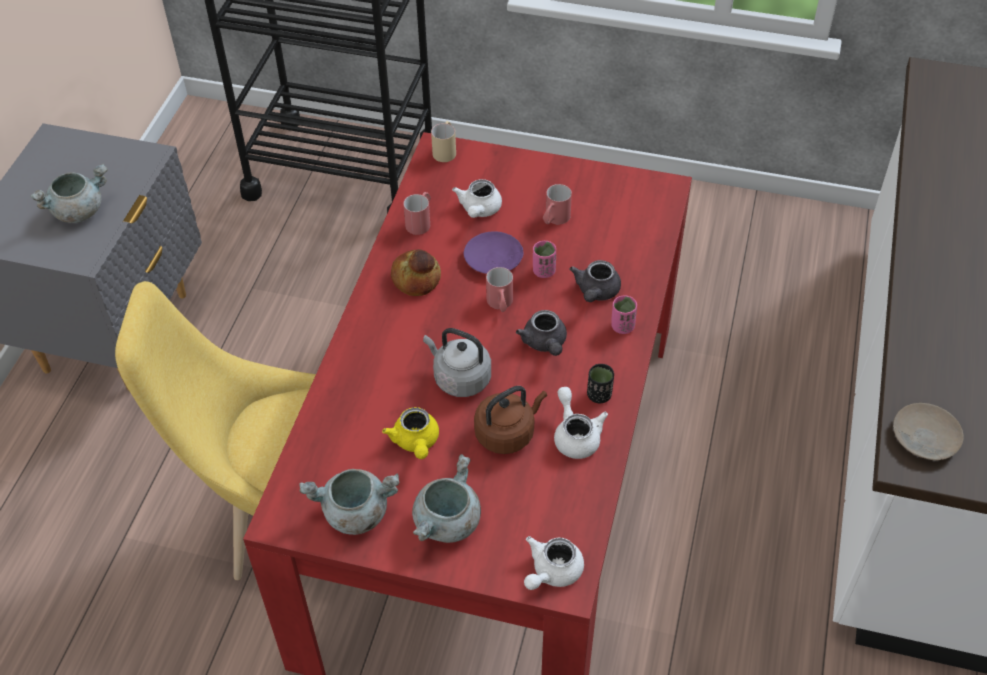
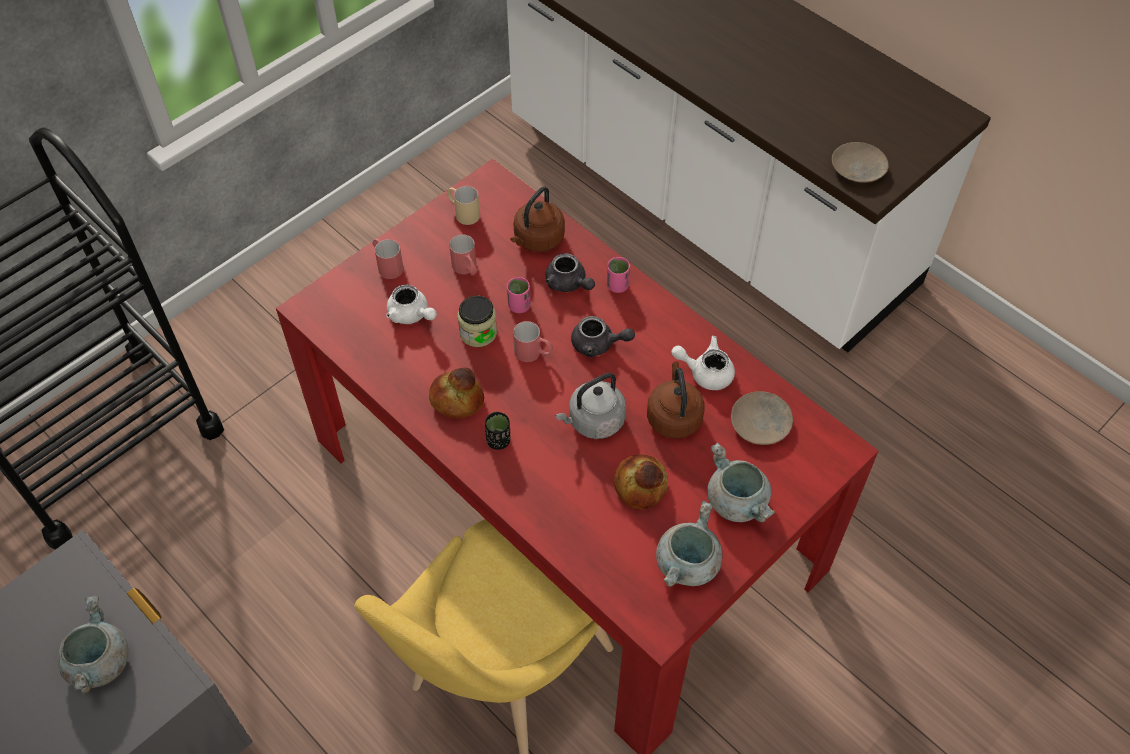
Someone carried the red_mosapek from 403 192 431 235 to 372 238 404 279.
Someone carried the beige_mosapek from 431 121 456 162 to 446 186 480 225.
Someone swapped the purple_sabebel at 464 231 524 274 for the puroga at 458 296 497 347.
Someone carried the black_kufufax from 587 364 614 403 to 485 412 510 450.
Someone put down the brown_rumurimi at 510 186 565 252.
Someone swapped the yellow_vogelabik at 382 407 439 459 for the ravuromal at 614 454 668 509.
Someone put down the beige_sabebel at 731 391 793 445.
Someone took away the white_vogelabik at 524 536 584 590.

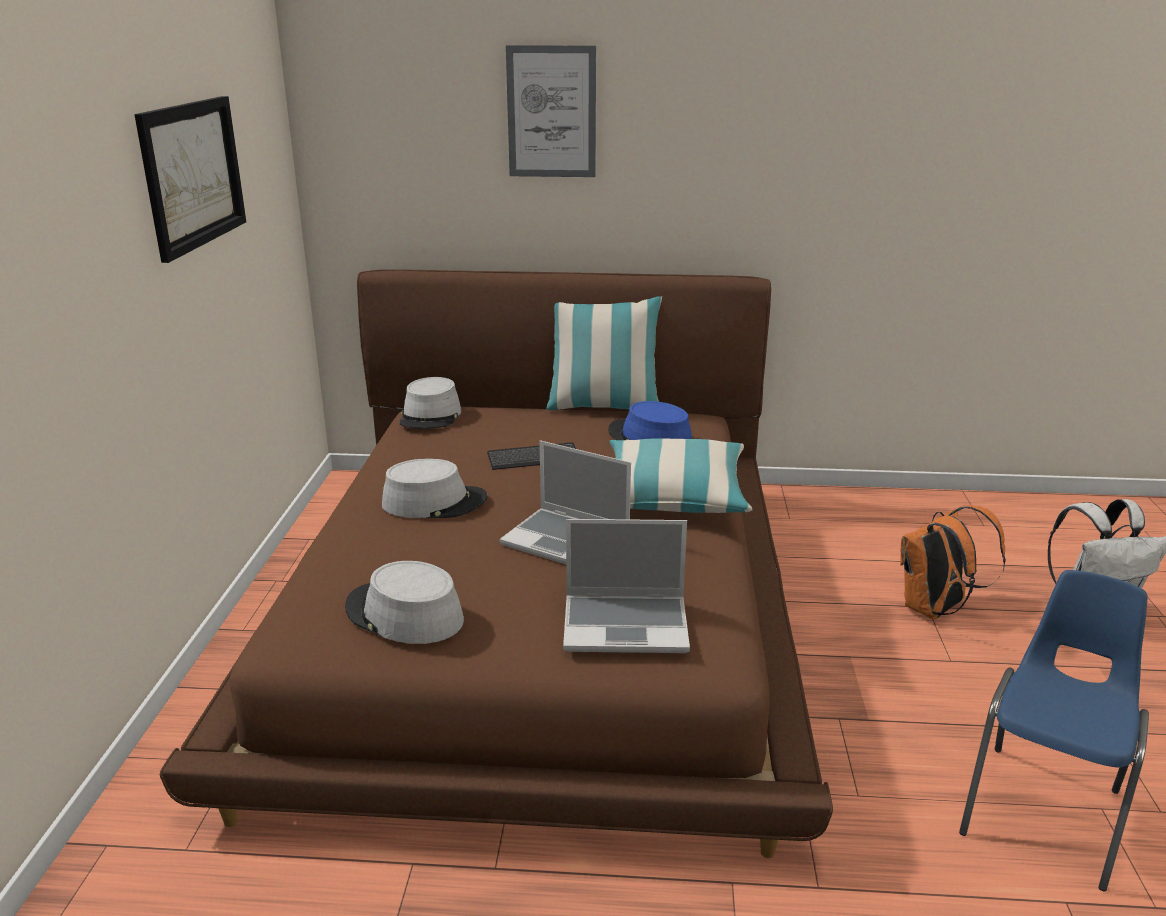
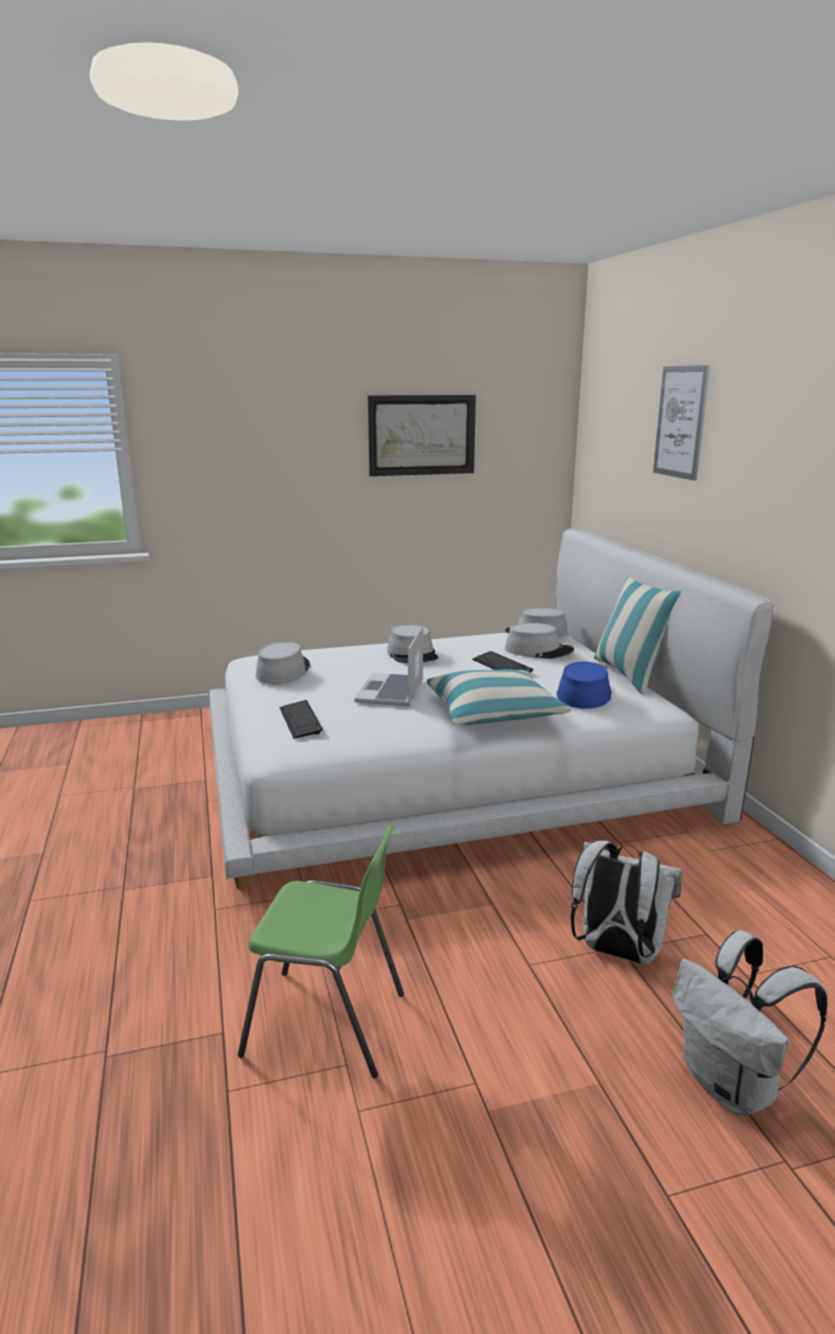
Someone repainted the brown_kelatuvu at 160 270 833 858, which became the white_kelatuvu at 208 529 773 889.
Someone repainted the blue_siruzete at 959 570 1149 892, which became the green_siruzete at 238 825 404 1078.
Someone swapped the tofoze at 563 519 690 653 for the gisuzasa at 280 700 323 739.
Someone put down the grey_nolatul at 505 623 574 658.
Someone repainted the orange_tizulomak at 900 505 1006 619, which became the white_tizulomak at 571 841 683 964.

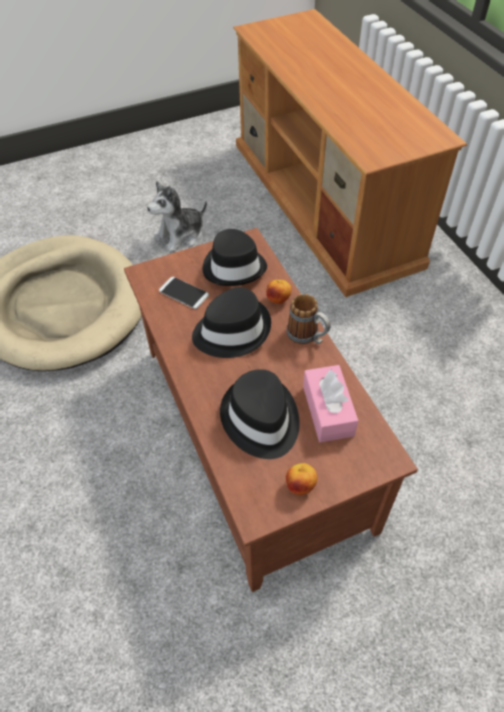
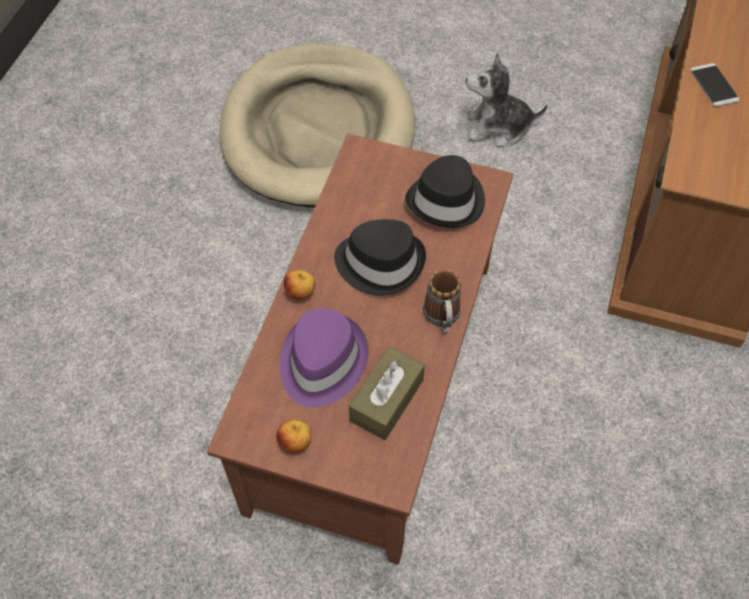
Someone repainted the black_nolatul at 220 369 300 459, which became the purple_nolatul at 280 308 369 408.
Someone carried the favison from 266 280 292 304 to 284 270 315 300.
Someone repainted the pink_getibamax at 303 365 358 442, which became the brown_getibamax at 349 346 425 440.
Someone carried the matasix from 159 277 209 309 to 690 63 739 107.

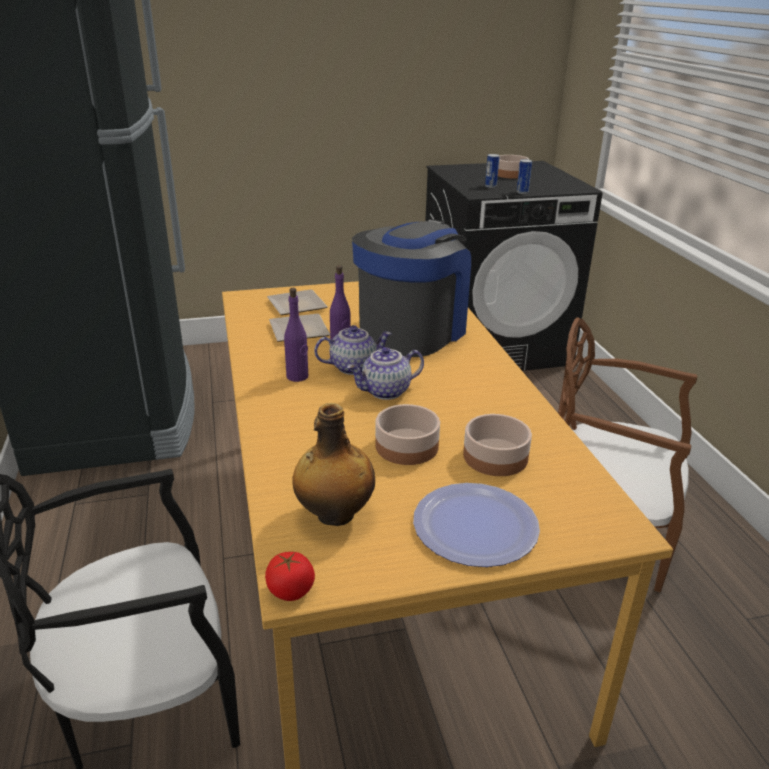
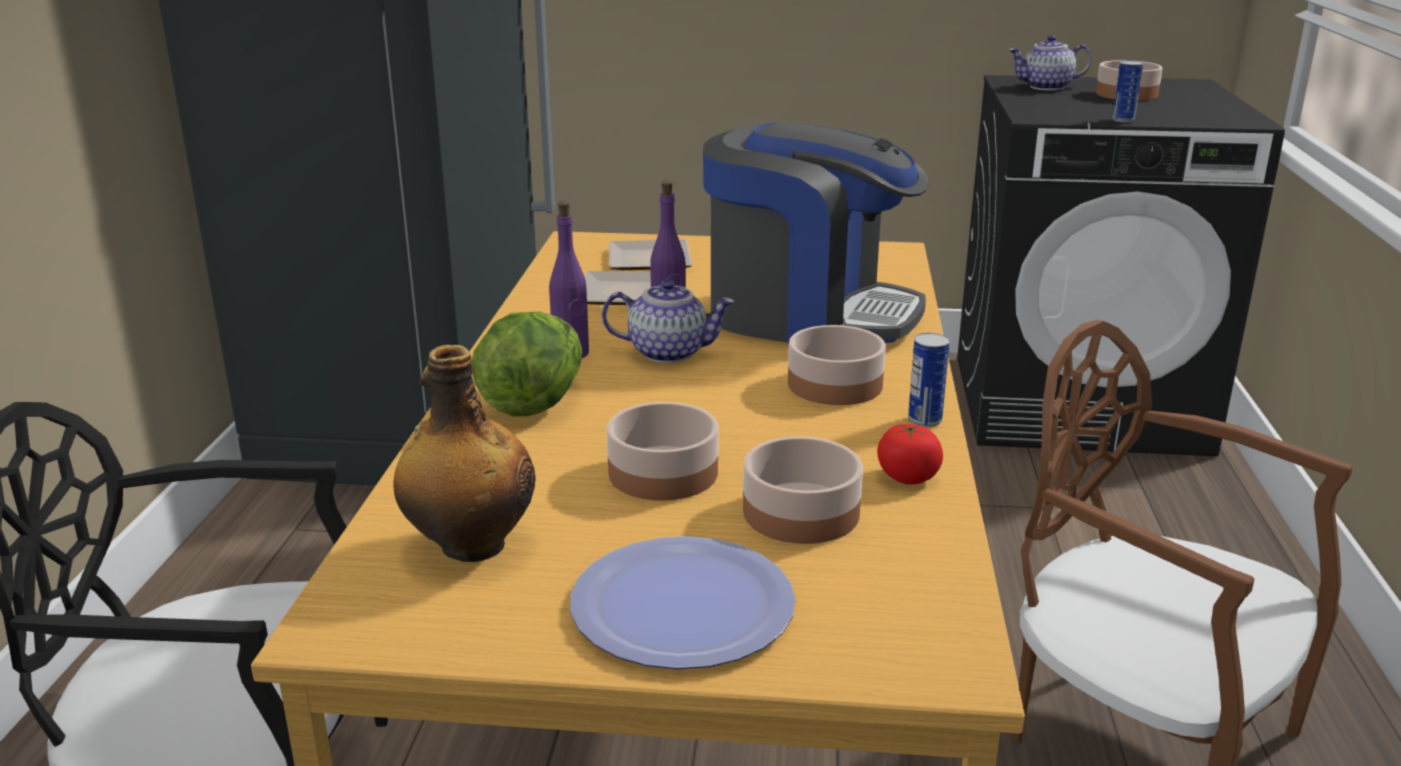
Someone put down the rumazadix at 471 312 582 417.
Someone rotated the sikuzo at 352 219 471 357 by 60 degrees clockwise.
Someone put down the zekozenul at 788 325 886 405.
Someone carried the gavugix from 265 552 315 601 to 877 424 943 485.
Someone carried the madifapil from 485 154 500 188 to 908 333 950 427.
Someone carried the vogelabik from 347 347 424 400 to 1009 35 1092 91.

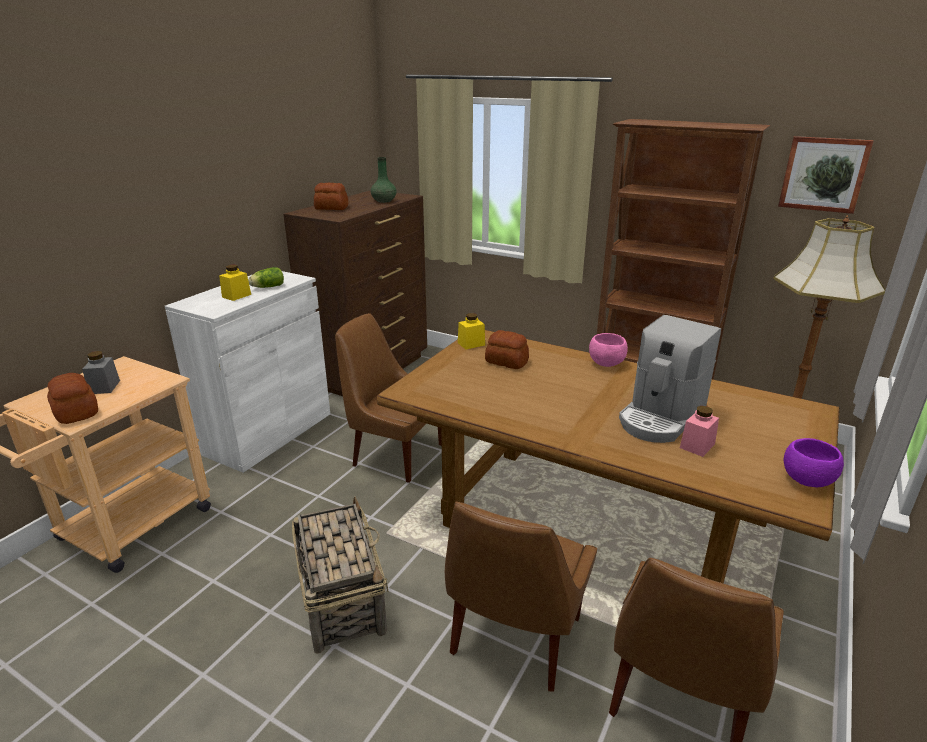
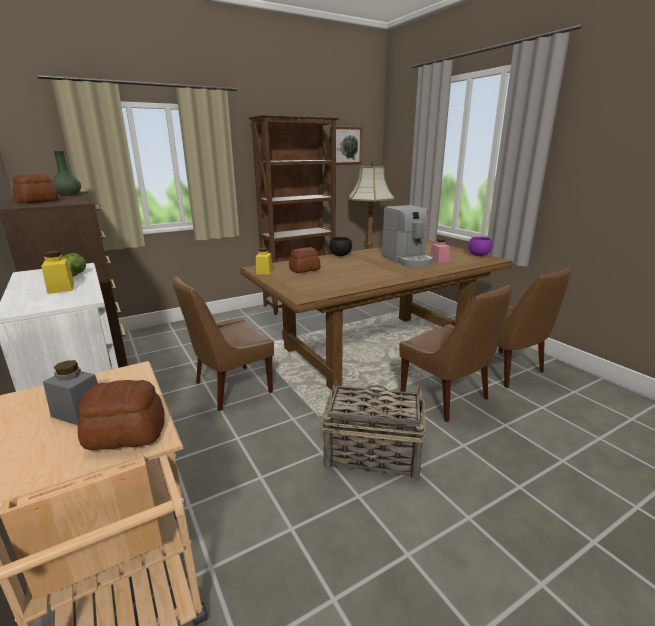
Someone repainted the pink_zekozenul at 589 333 628 367, which became the black_zekozenul at 329 237 352 256.

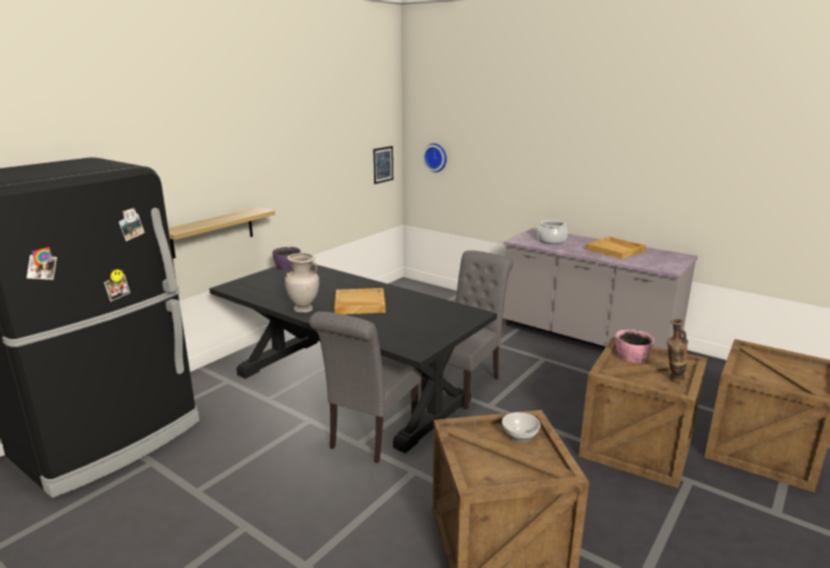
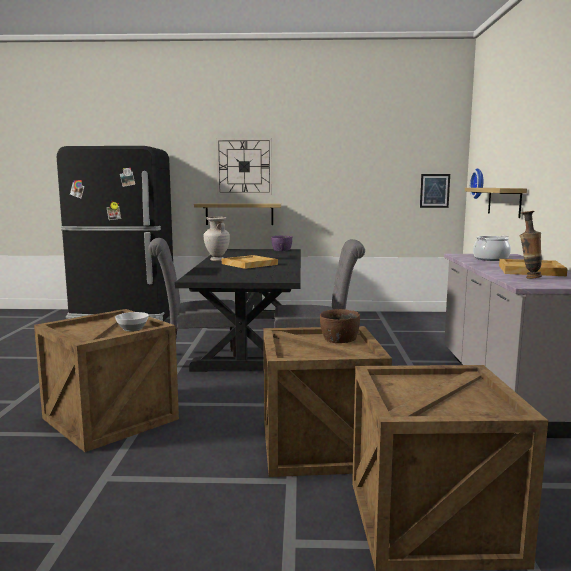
Someone put up the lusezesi at 216 138 272 195.
Someone repainted the pink_zekozenul at 616 329 654 363, which became the brown_zekozenul at 320 309 360 343.
Someone put up the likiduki at 465 188 527 218.
Someone carried the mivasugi from 667 319 688 383 to 520 211 542 278.

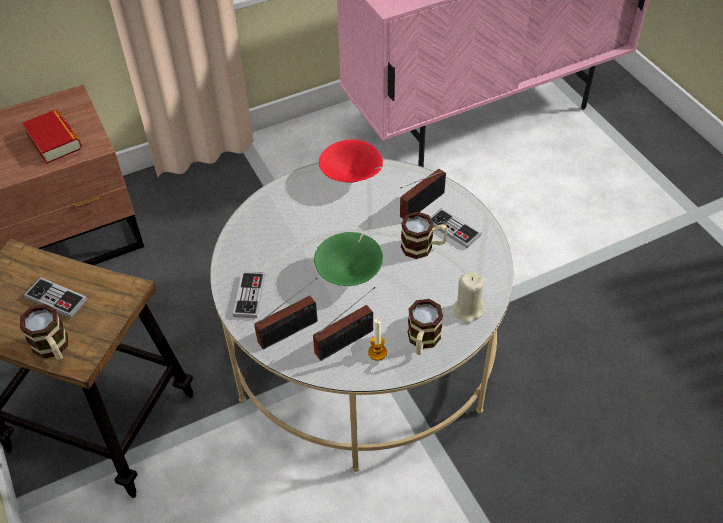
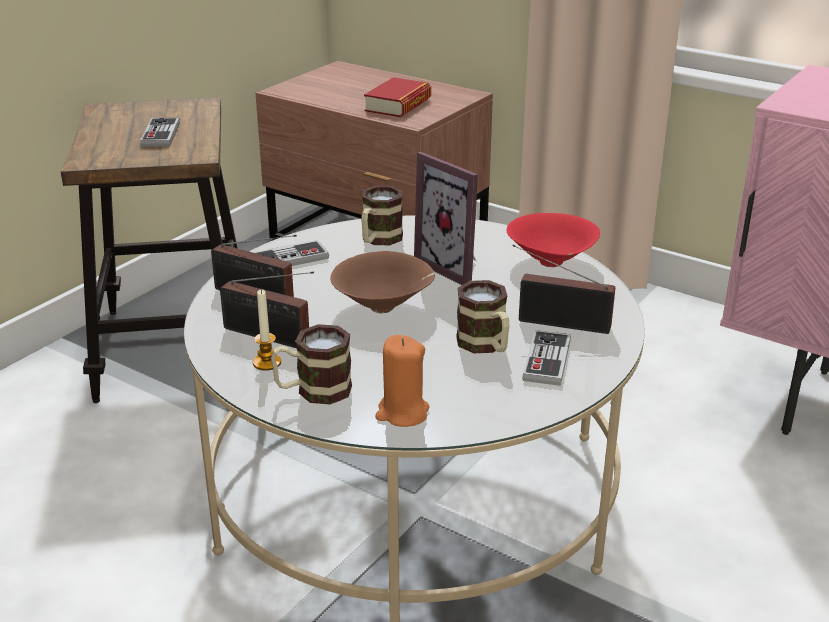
Someone repainted the green_zekozenul at 314 232 383 286, which became the brown_zekozenul at 330 251 435 313.
Someone carried the mosapek from 20 304 68 361 to 361 186 403 245.
Someone repainted the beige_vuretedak at 454 272 484 324, which became the orange_vuretedak at 375 335 429 427.
Someone put down the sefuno at 414 152 478 285.

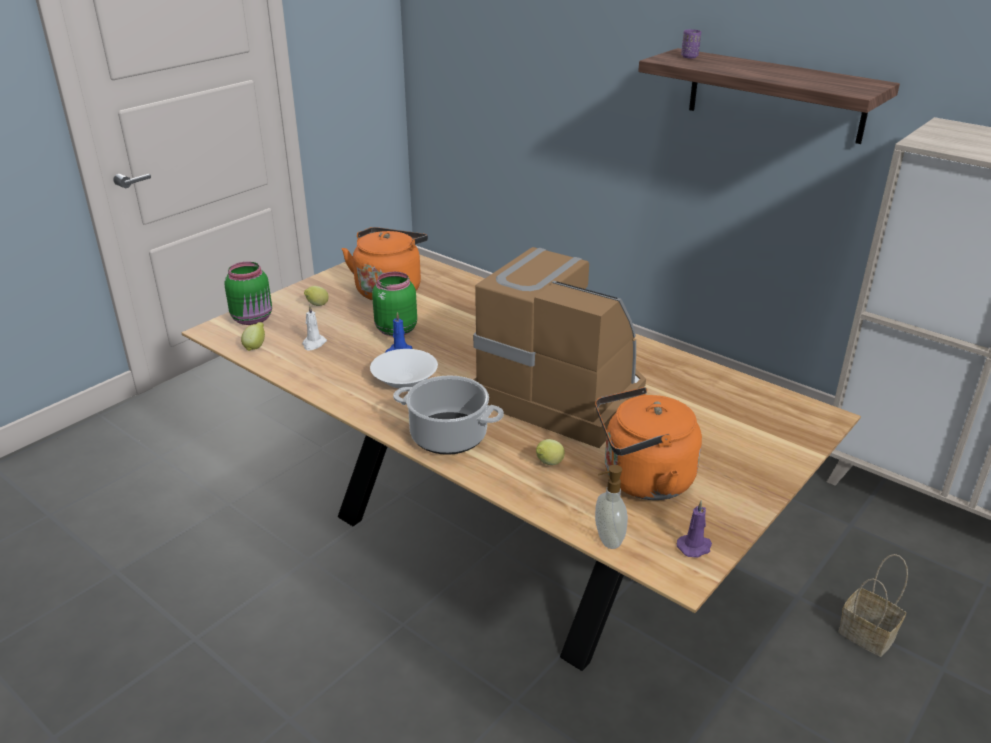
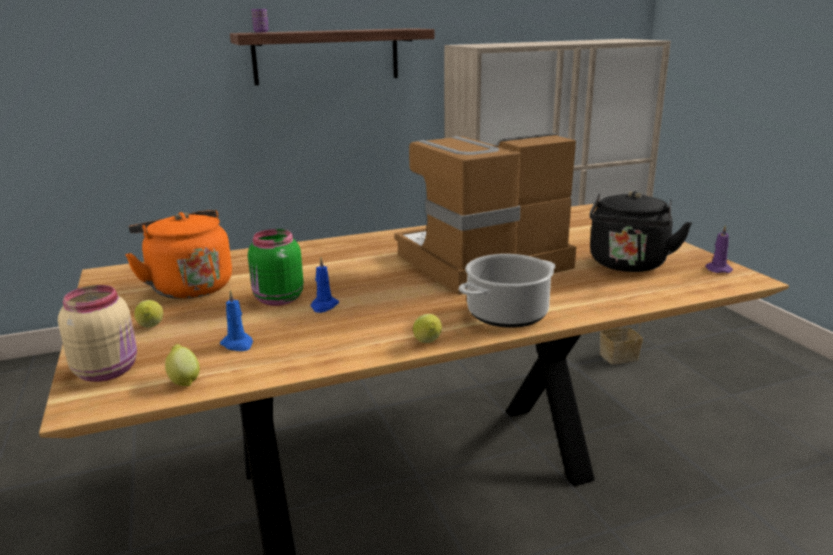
Someone repainted the green_puroga at 225 262 272 325, which became the beige_puroga at 58 285 137 382.
Someone repainted the white_vuretedak at 302 304 327 351, which became the blue_vuretedak at 220 290 253 351.
Someone carried the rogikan from 536 439 565 465 to 413 314 442 343.
Someone repainted the orange_rumurimi at 595 387 702 500, which became the black_rumurimi at 590 191 692 272.
Someone took away the white_zekozenul at 370 349 438 388.
Someone took away the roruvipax at 595 465 628 549.

